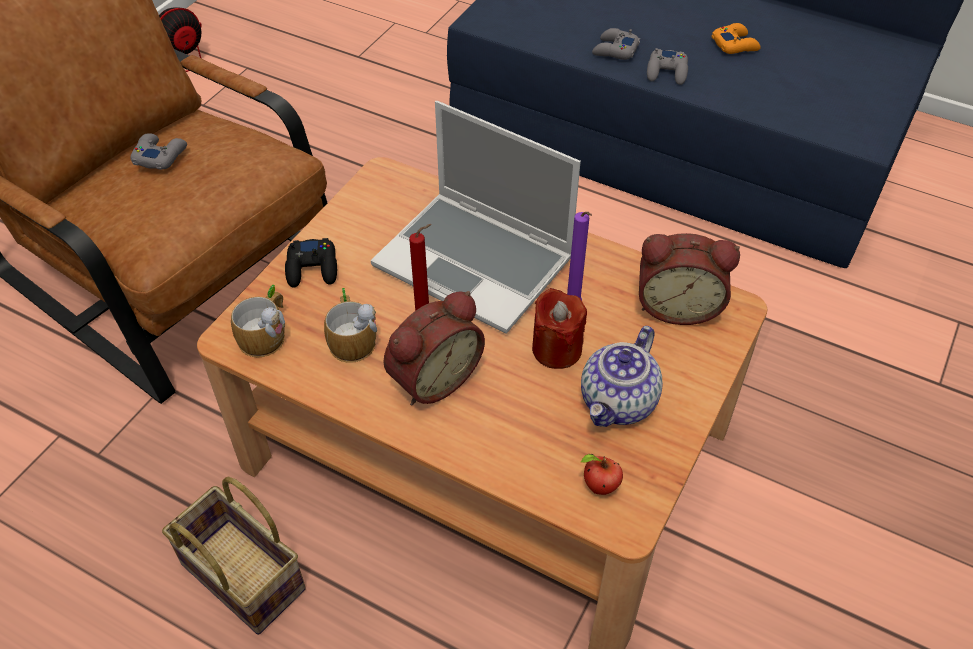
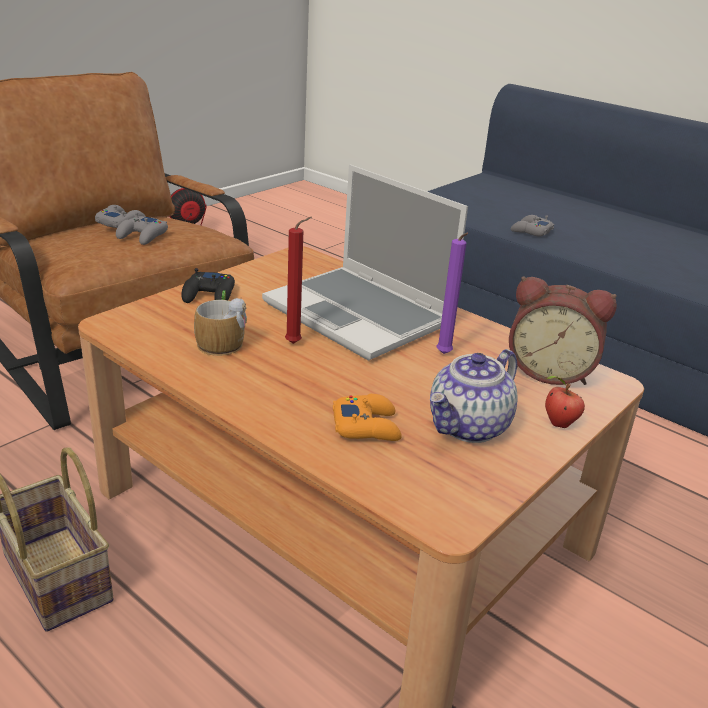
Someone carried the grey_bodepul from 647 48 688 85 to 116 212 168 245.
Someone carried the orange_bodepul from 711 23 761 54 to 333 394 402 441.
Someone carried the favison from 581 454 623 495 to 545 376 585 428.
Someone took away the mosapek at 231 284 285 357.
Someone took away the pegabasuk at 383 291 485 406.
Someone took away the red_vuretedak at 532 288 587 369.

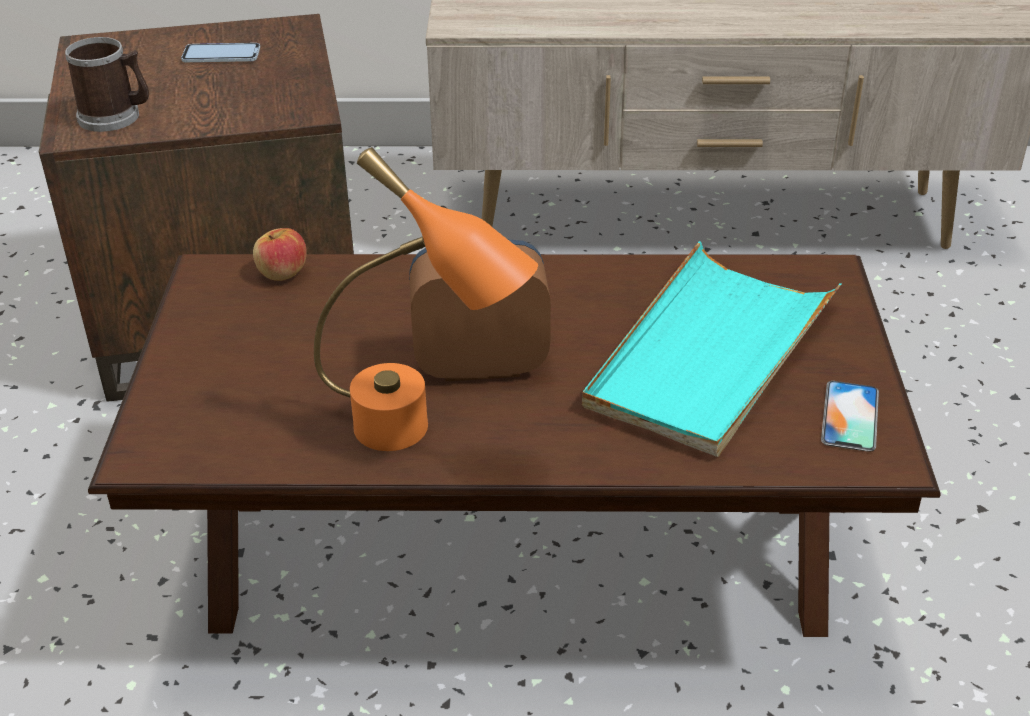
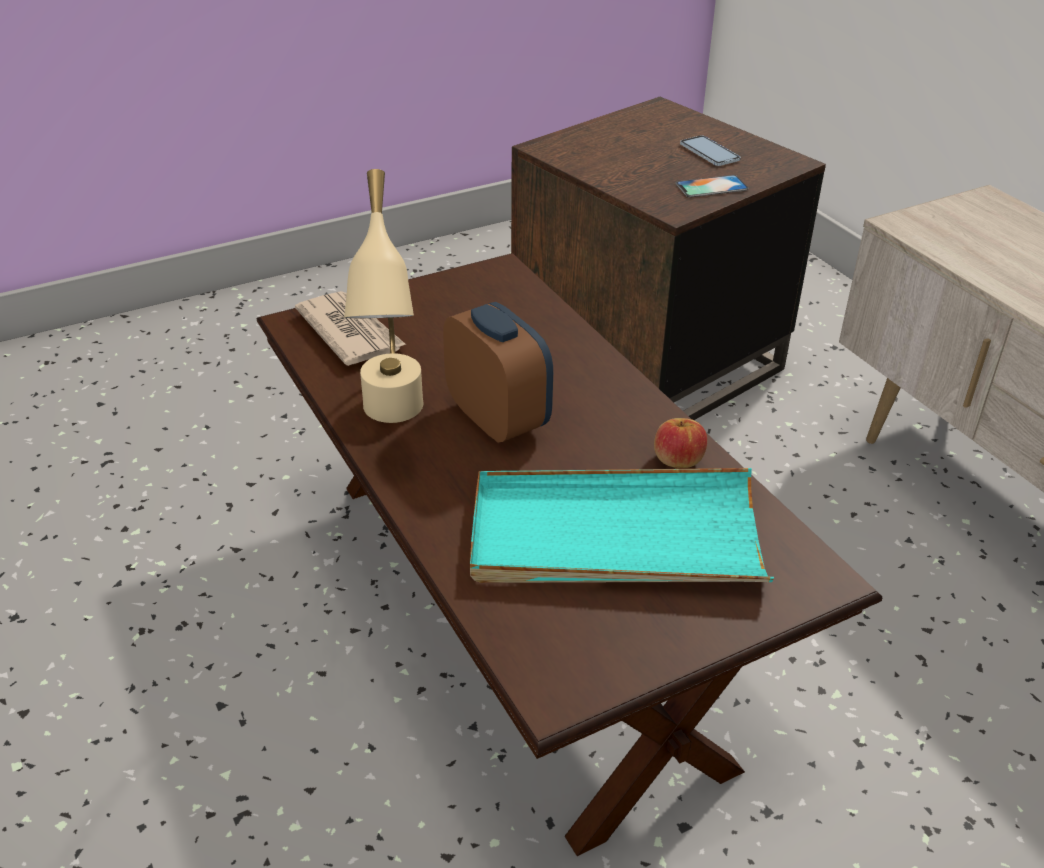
Someone put down the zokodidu at 295 291 406 366.
Someone repainted the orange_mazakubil at 314 147 538 451, which became the beige_mazakubil at 344 169 423 423.
Someone carried the favison from 253 228 306 281 to 654 418 707 468.
Someone carried the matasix from 821 381 879 452 to 676 175 748 197.
Someone took away the mosapek at 65 37 149 132.

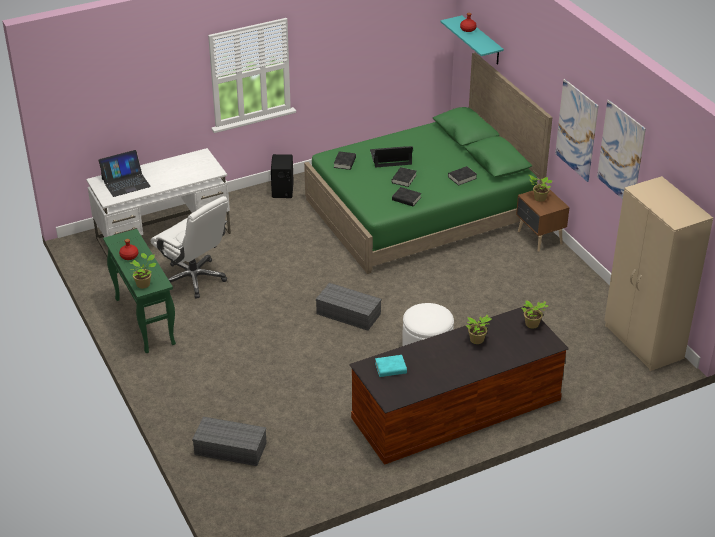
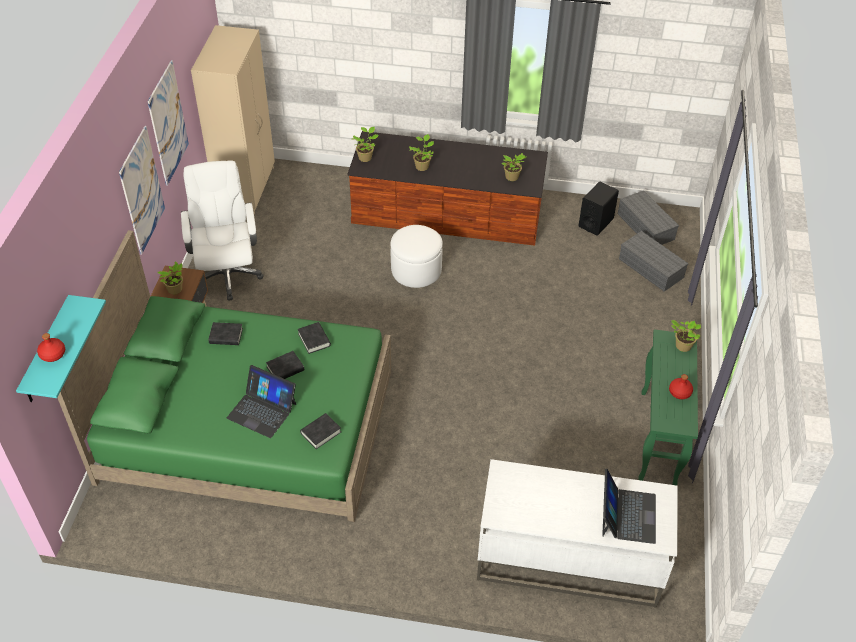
Someone carried the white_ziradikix from 151 196 228 299 to 181 161 264 301.
Someone swapped the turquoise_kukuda at 375 355 407 377 for the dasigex at 502 153 526 181.
Someone carried the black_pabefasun from 271 154 294 198 to 578 182 619 236.
Someone rotated the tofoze at 99 150 151 197 by 90 degrees clockwise.
Someone carried the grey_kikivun from 316 283 382 331 to 618 190 679 245.

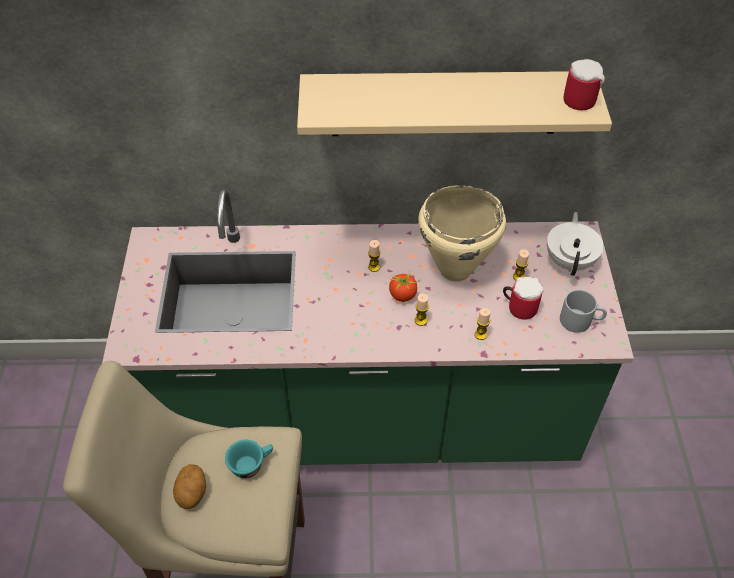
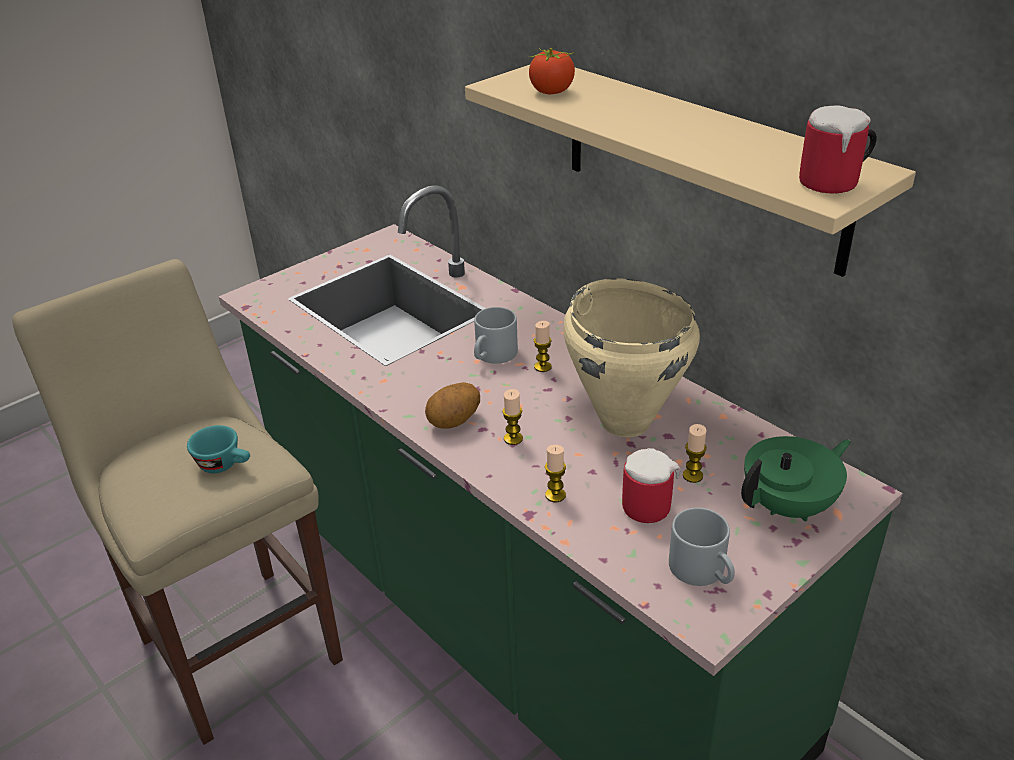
Someone carried the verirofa from 173 464 207 509 to 425 382 480 429.
Someone put down the grey_mosapek at 474 307 518 364.
Someone carried the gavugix from 389 272 418 302 to 529 48 575 94.
Someone repainted the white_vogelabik at 547 212 604 276, which became the green_vogelabik at 741 436 851 522.

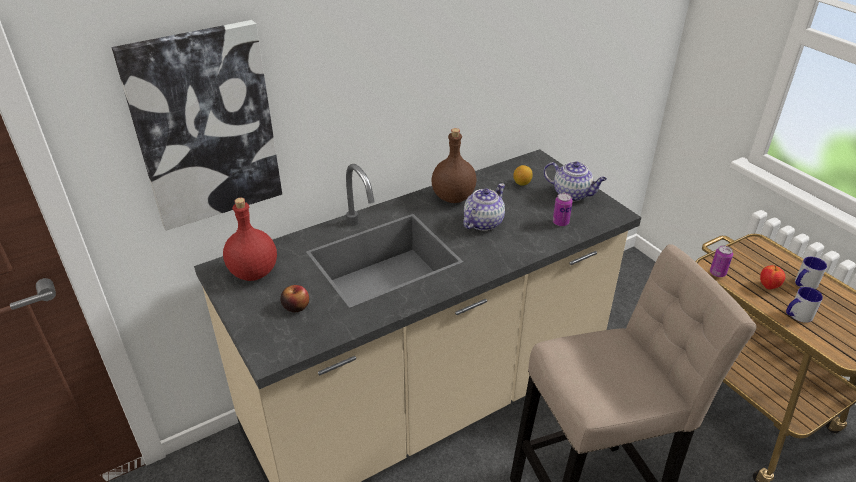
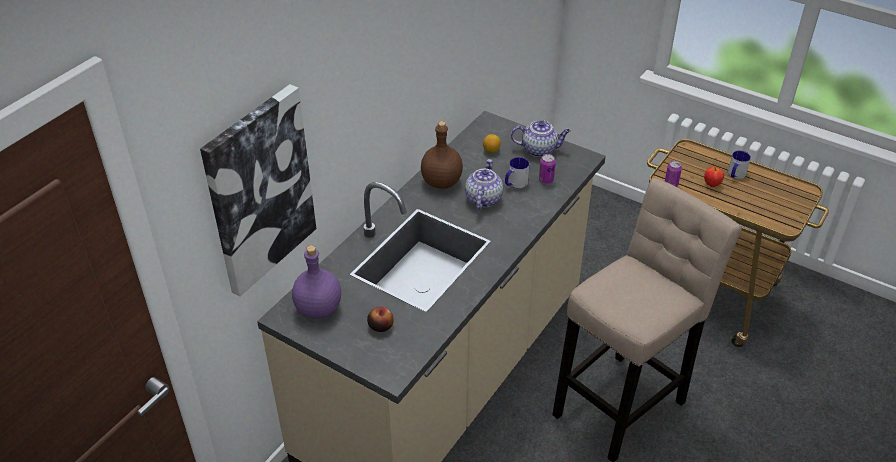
Someone repainted the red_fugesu at 223 198 277 281, which became the purple_fugesu at 292 245 341 319.
Someone carried the mosapek from 786 287 823 323 to 505 157 530 188.

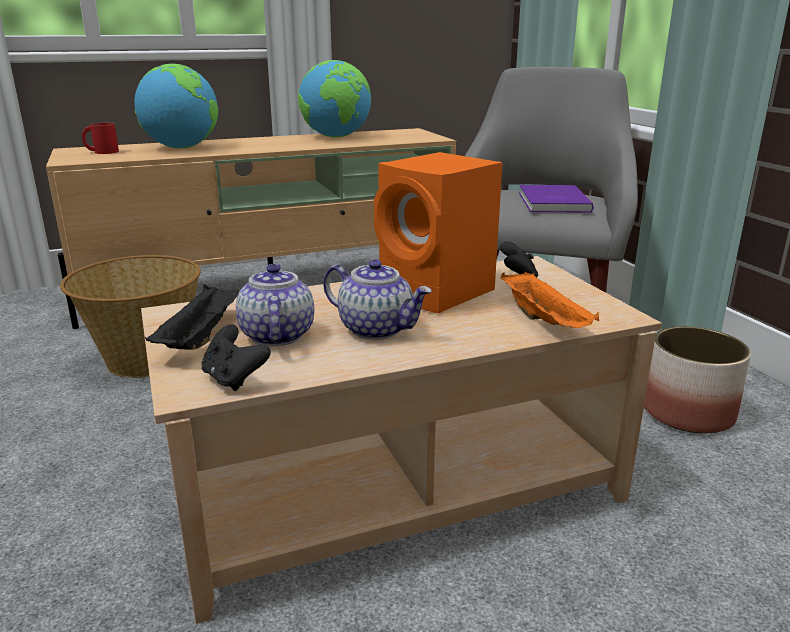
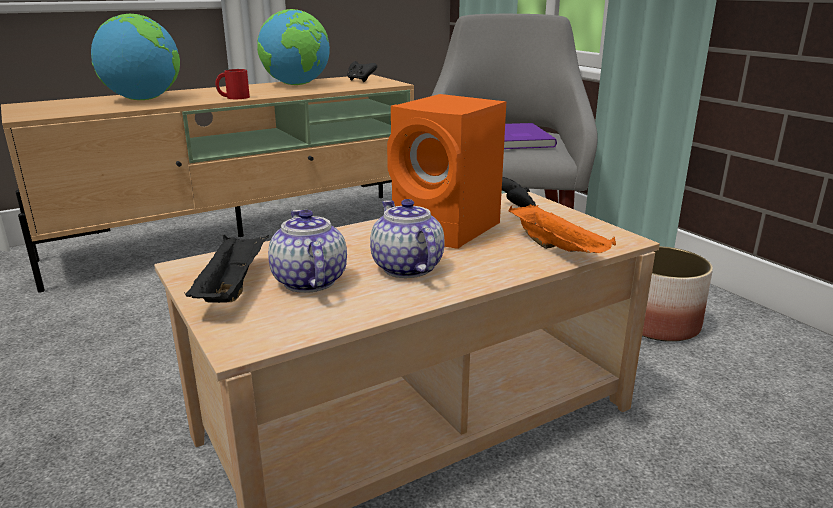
Someone carried the red_mosapek from 82 122 119 154 to 216 69 250 99.
Someone carried the black_bodepul from 202 325 271 391 to 347 61 377 82.
Someone rotated the vogelabik at 323 259 432 340 by 135 degrees counterclockwise.
Someone took away the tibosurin at 60 255 201 378.

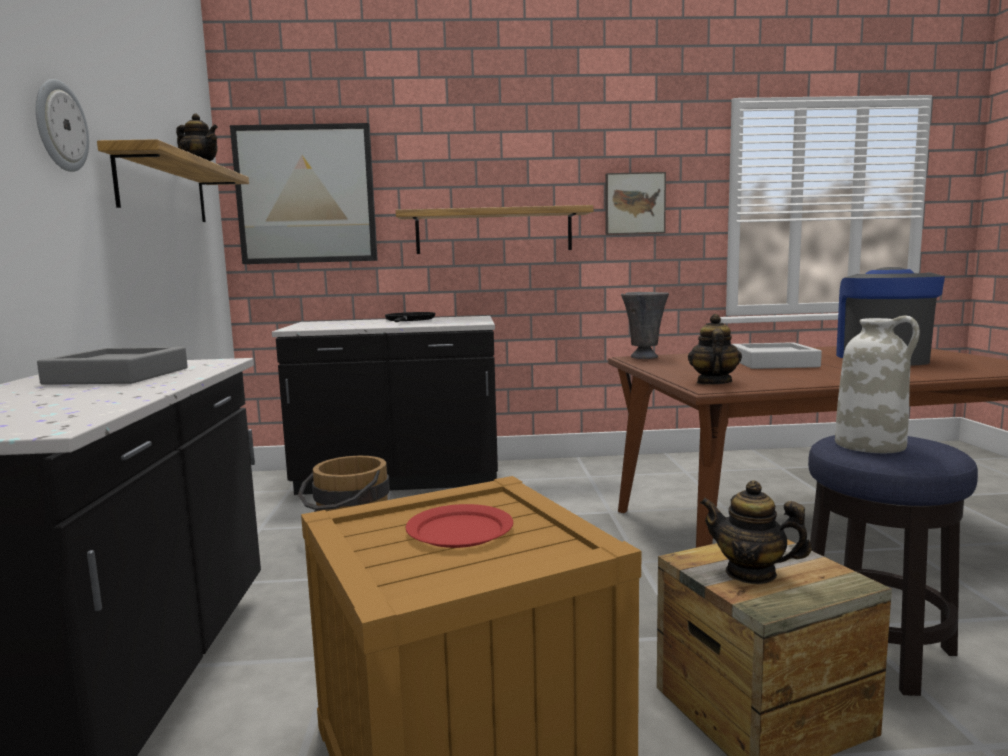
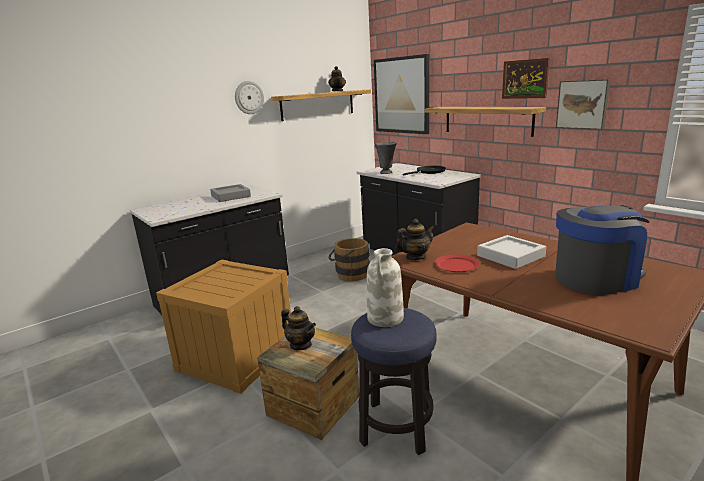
Someone rotated the vogelabik at 700 480 812 584 by 135 degrees clockwise.
Someone carried the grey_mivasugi from 621 292 669 359 to 375 142 397 174.
Someone carried the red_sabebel from 406 504 513 548 to 435 254 480 272.
Someone put up the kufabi at 502 58 550 99.

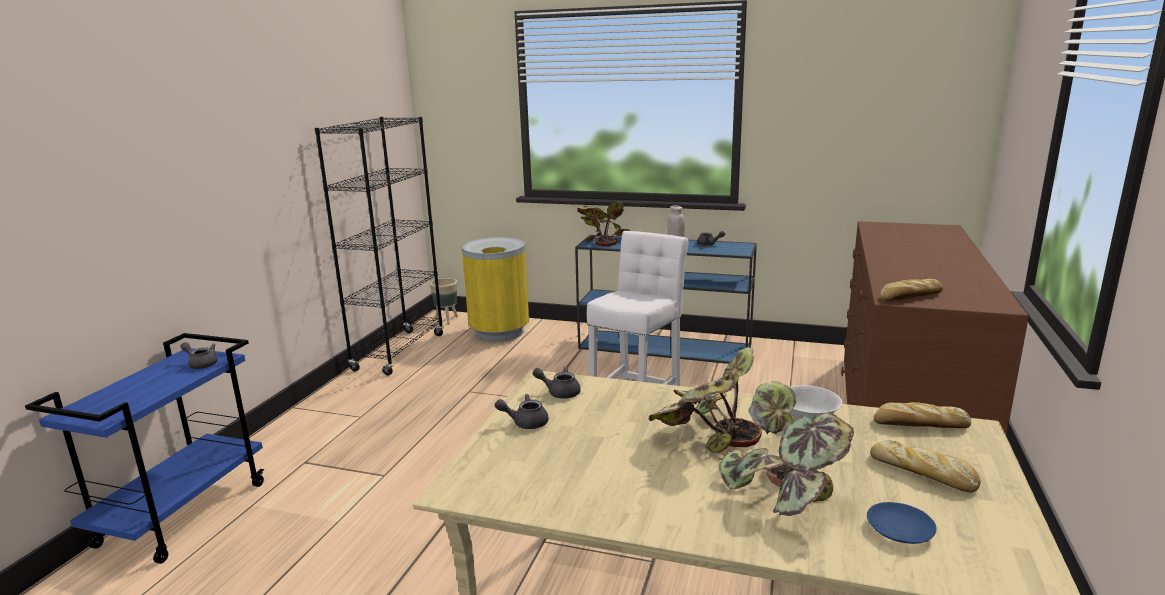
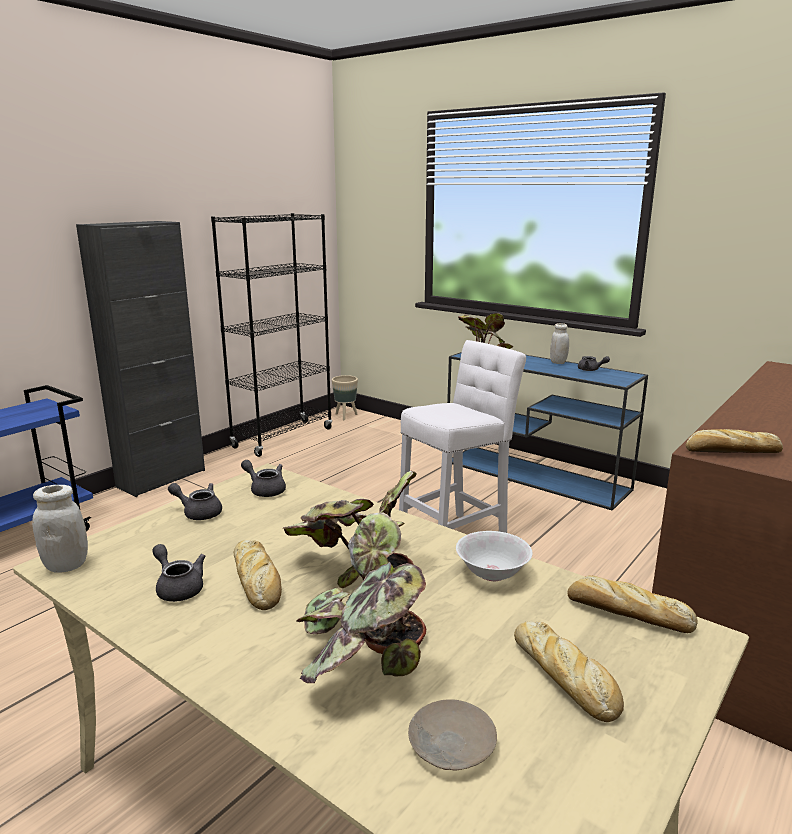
Someone put down the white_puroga at 32 485 88 573.
Someone put down the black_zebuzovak at 76 221 205 497.
Someone carried the grey_vogelabik from 180 342 218 369 to 152 544 205 602.
Someone put down the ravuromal at 234 540 282 610.
Someone repainted the blue_sabebel at 867 502 937 544, which became the beige_sabebel at 408 699 497 771.
Someone took away the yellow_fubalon at 462 237 529 342.

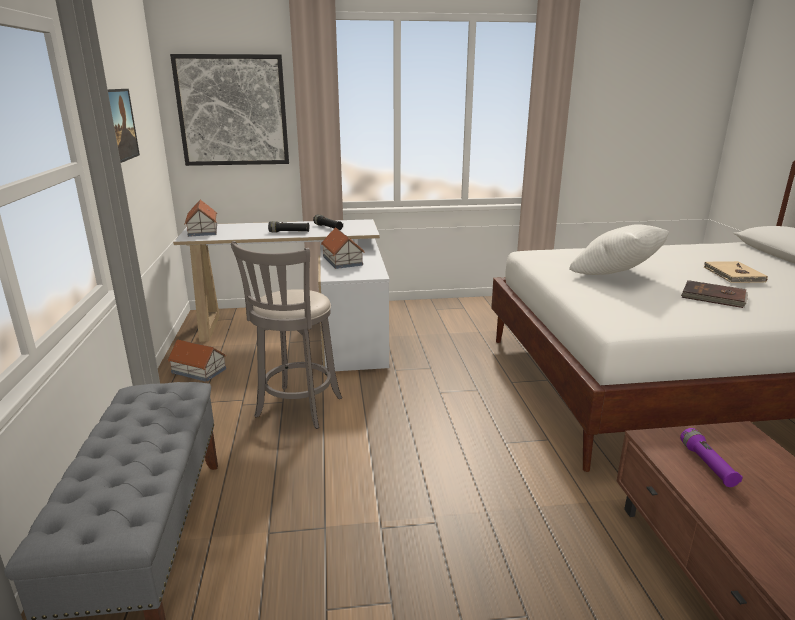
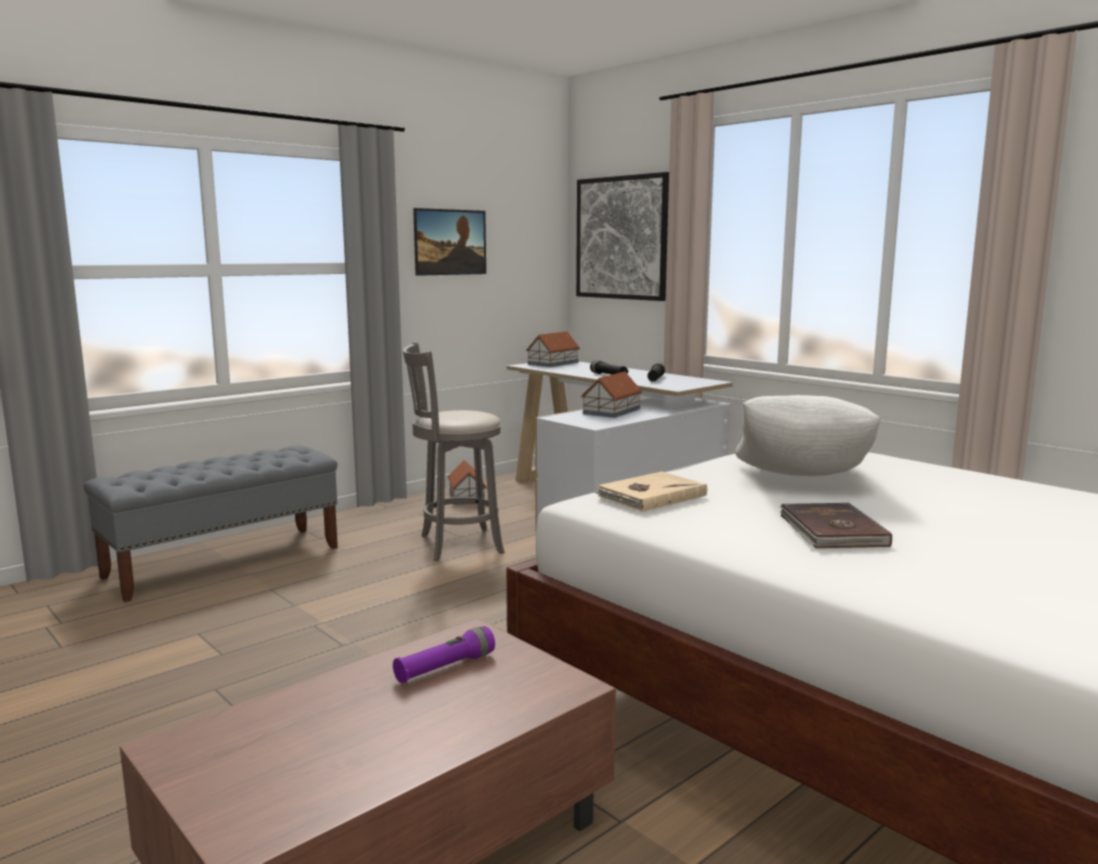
Someone carried the beige_kukuda from 703 261 768 283 to 594 471 707 512.

